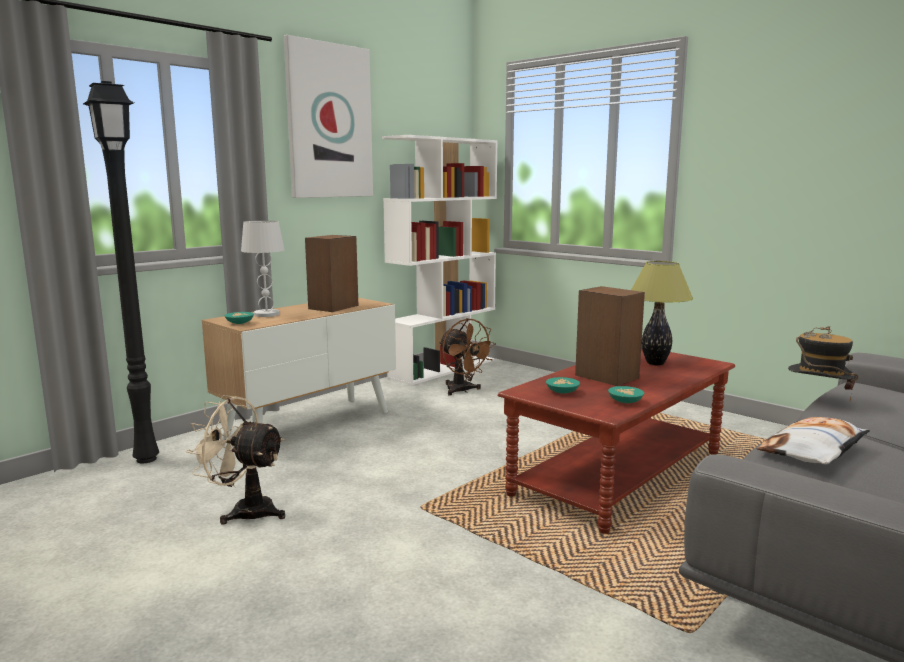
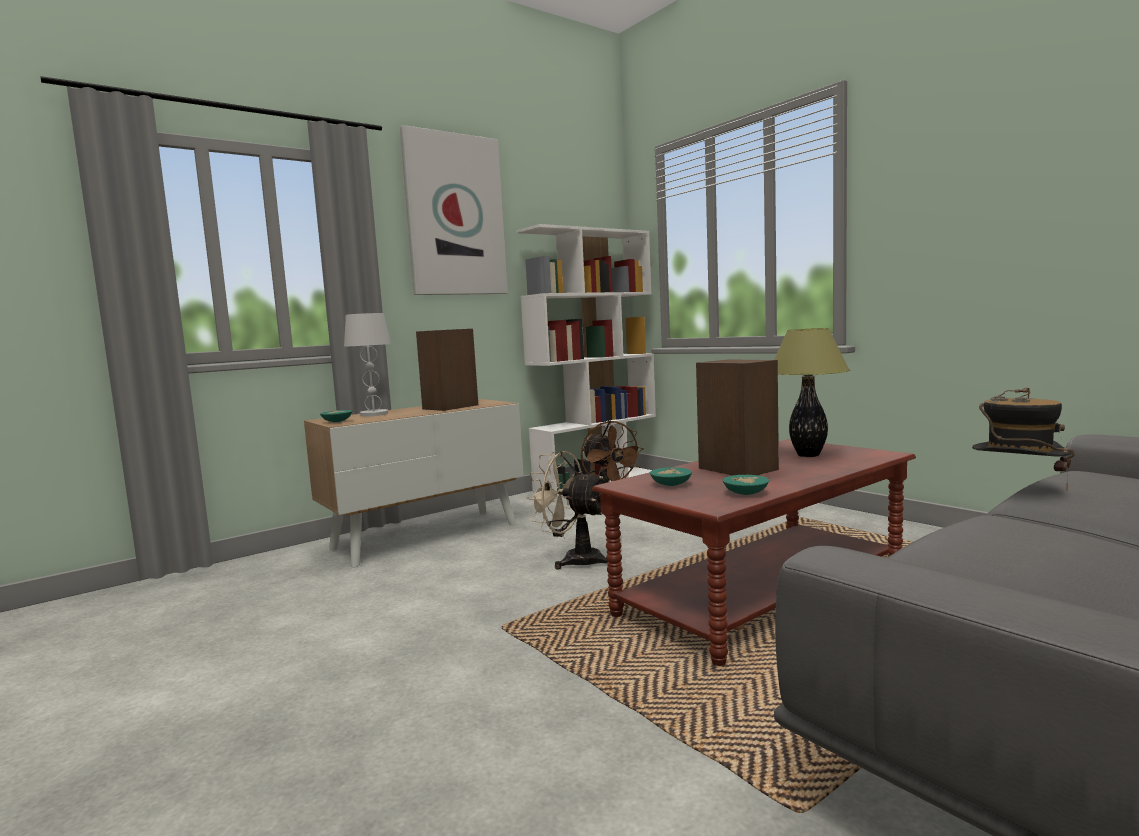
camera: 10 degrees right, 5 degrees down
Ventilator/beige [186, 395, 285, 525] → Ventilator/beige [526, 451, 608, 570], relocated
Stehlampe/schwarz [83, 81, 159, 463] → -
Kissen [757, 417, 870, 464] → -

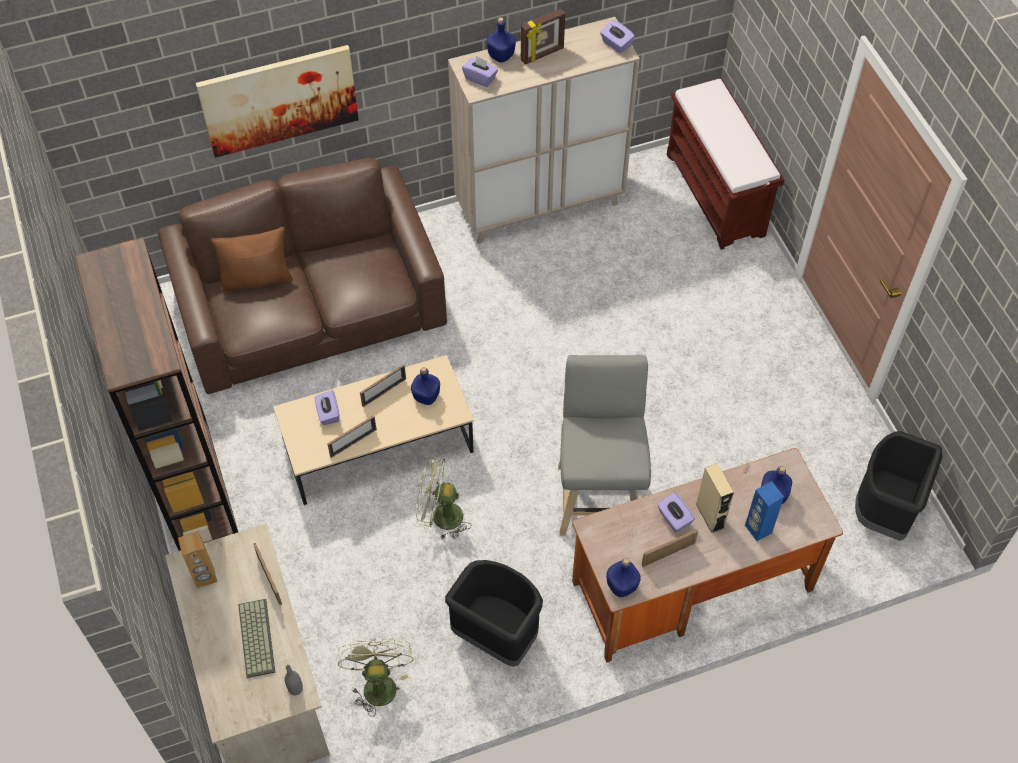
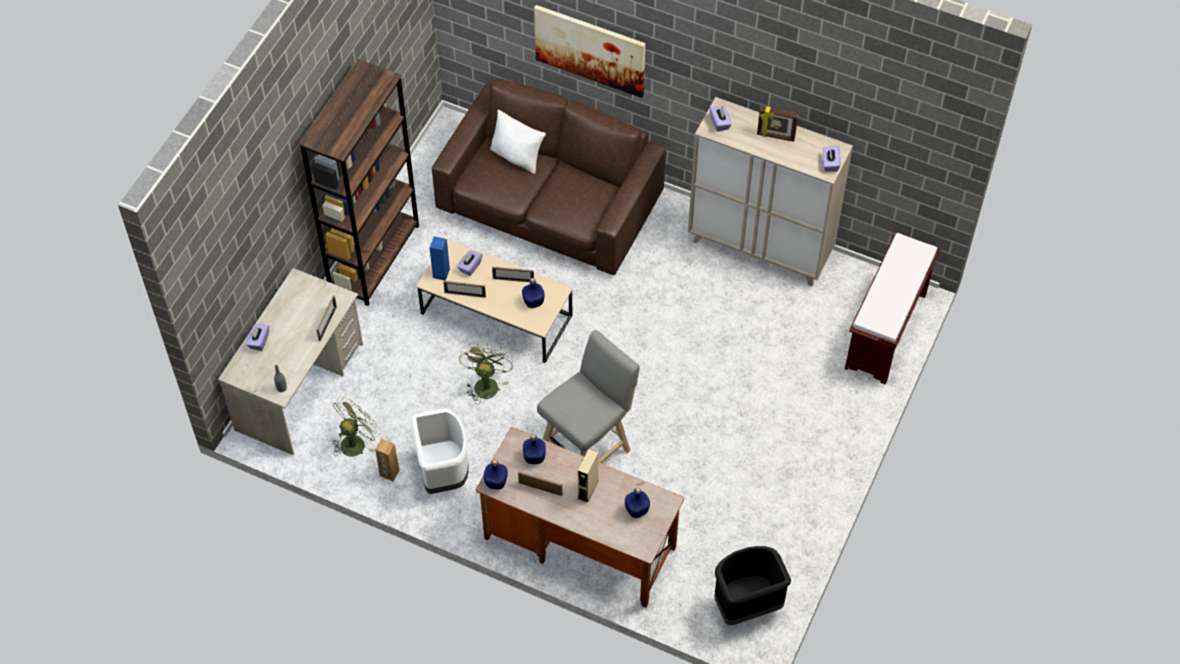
camera: 45 degrees right, 0 degrees up
Taschentuchbox/lila [657, 492, 695, 532] → Taschentuchbox/lila [246, 324, 269, 351], relocated
Lautsprecher/braun [178, 531, 217, 588] → Lautsprecher/braun [375, 439, 399, 481], relocated
Mülleimer/schwarz [445, 560, 543, 667] → Mülleimer/weiß [411, 408, 468, 494]
Lautsprecher/blau [745, 481, 784, 541] → Lautsprecher/blau [430, 236, 450, 281], relocated
Ventilator/grün [416, 457, 471, 539] → Ventilator/grün [459, 343, 513, 404], 45 degrees clockwise
Kissen/braun [211, 227, 293, 292] → Kissen/weiß [490, 110, 546, 174]
Flasche/blau [487, 17, 516, 62] → Flasche/blau [523, 434, 546, 464], relocated
Tastatur [238, 599, 275, 678] → -

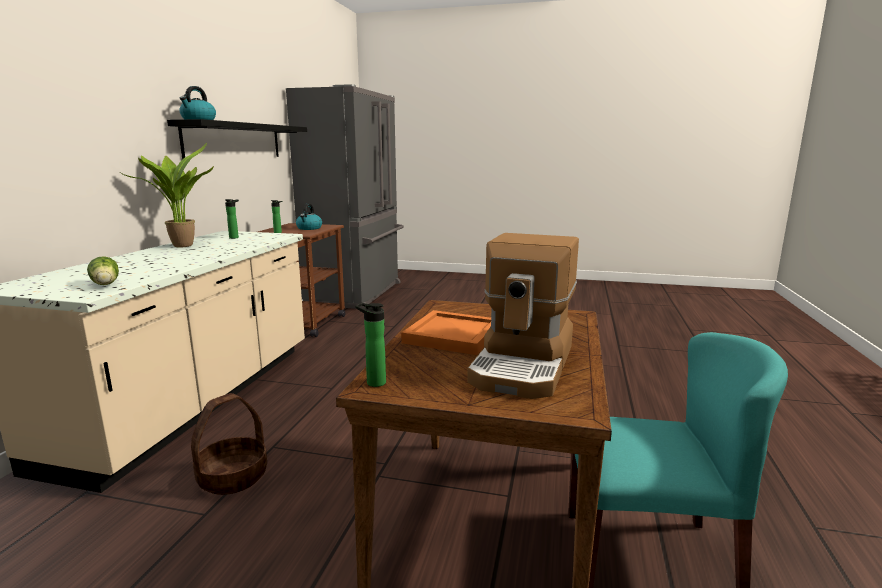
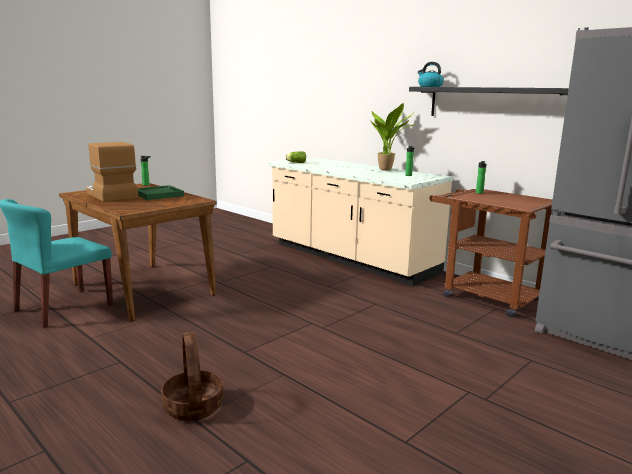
camera: 120 degrees right, 0 degrees up
Tablett/orange [401, 310, 491, 355] → Tablett/grün [138, 185, 184, 200]
Korb [191, 393, 267, 495] → Korb [161, 332, 224, 421], relocated
Wasserkessel [296, 204, 322, 230] → -

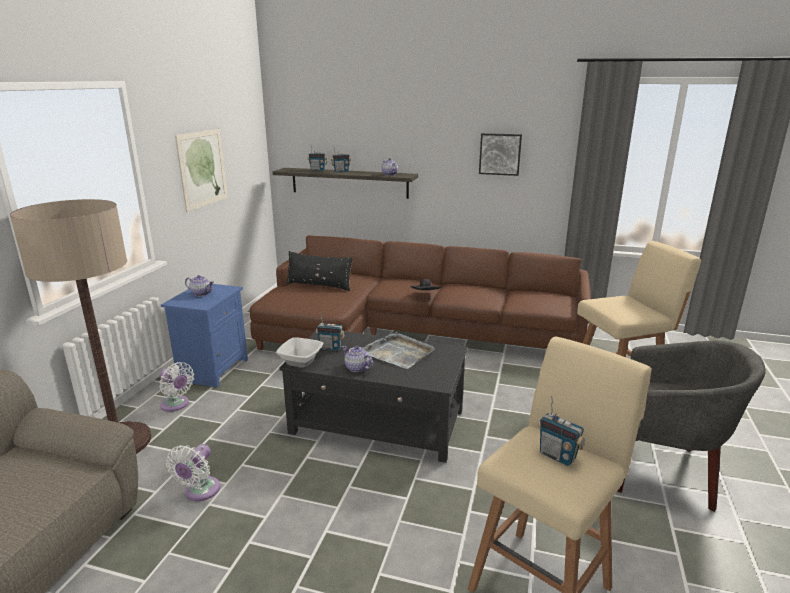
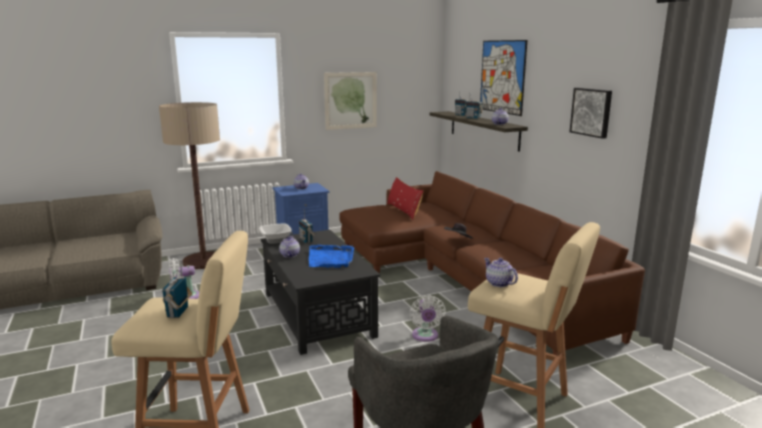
camera: 50 degrees right, 5 degrees down
Tablett/grau [364, 332, 435, 369] → Tablett/blau [309, 245, 354, 268]
Kissen/schwarz [286, 251, 353, 291] → Kissen/rot [387, 177, 424, 220]
Ventilator/weiß [160, 362, 194, 412] → Ventilator/weiß [410, 296, 446, 342], relocated
- → Bild [480, 40, 527, 116]
- → Teekanne [484, 258, 518, 287]

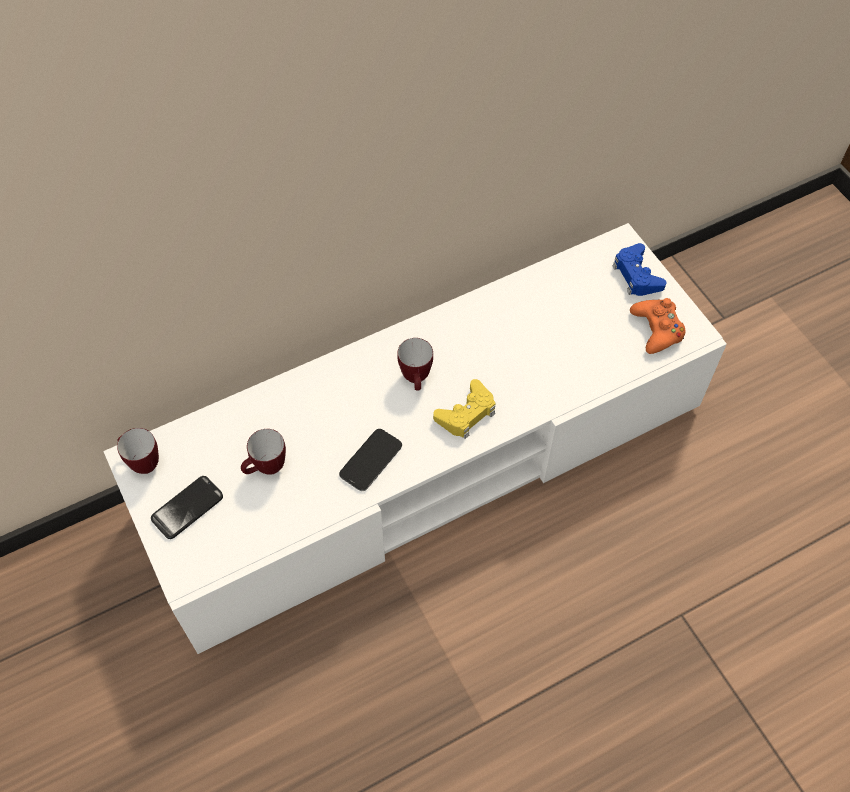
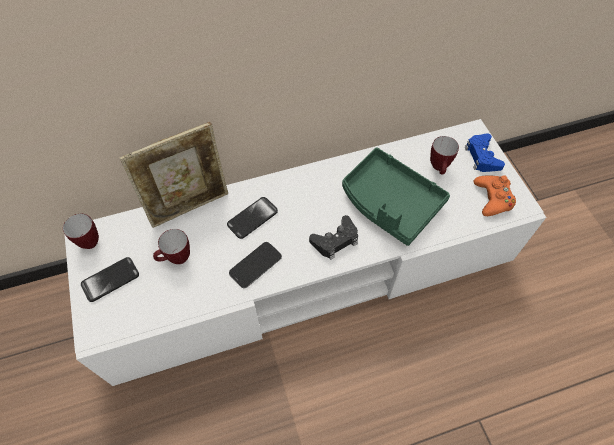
camera: 10 degrees right, 0 degrees up
- → Bilderrahmen [119, 122, 228, 228]
- → Handy [227, 197, 278, 239]
Gamepad/gelb [433, 379, 495, 439] → Gamepad/schwarz [309, 215, 358, 260]
- → Tablett/grün [342, 147, 450, 246]
Henkelbecher [397, 338, 433, 391] → Henkelbecher [430, 136, 459, 174], relocated

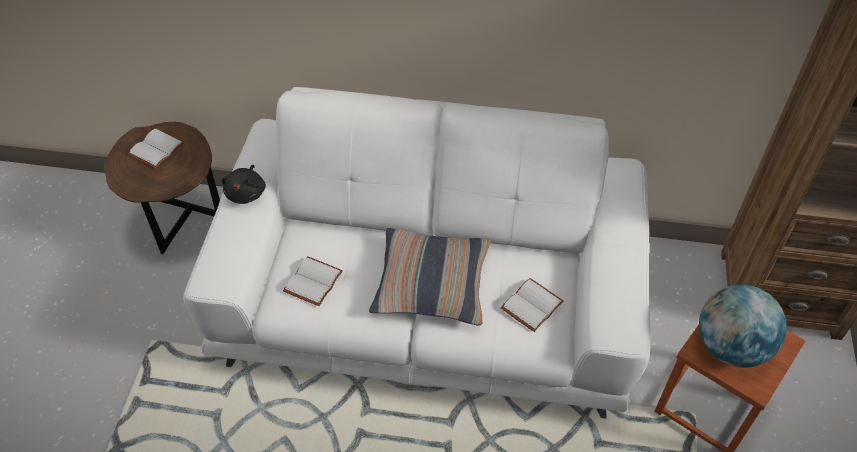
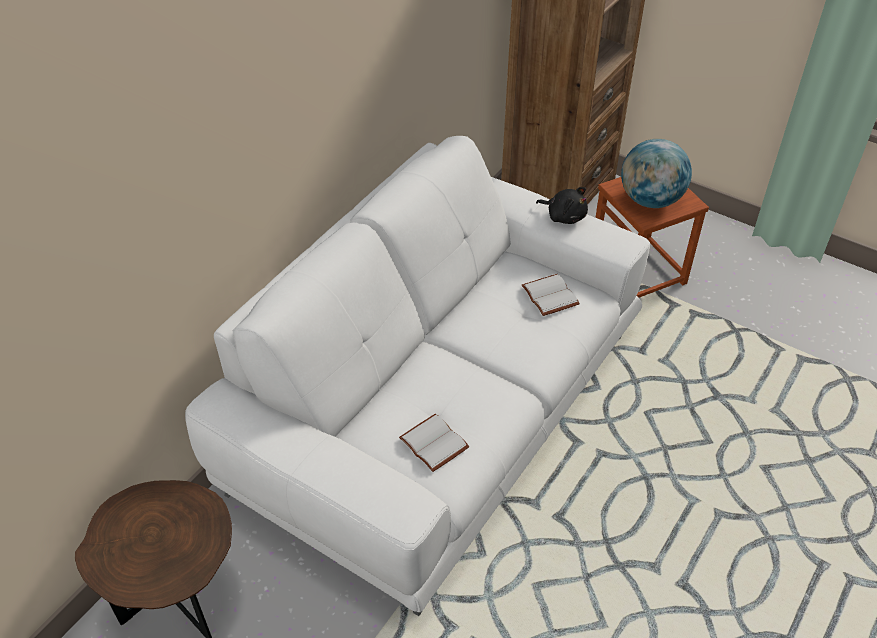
camera: 65 degrees left, 5 degrees down
Plüschtier/schwarz [222, 165, 266, 204] → Plüschtier/schwarz [536, 187, 588, 224], relocated
Buch/weiß [128, 128, 184, 169] → -
Kissen [369, 228, 491, 326] → -

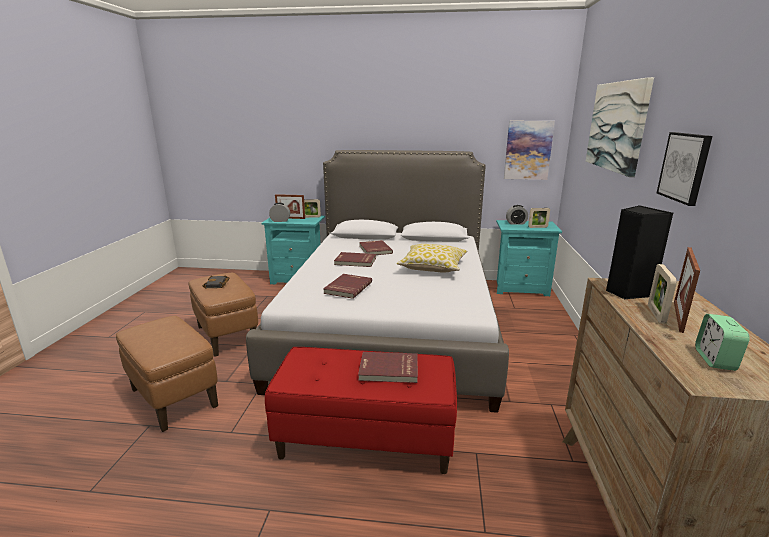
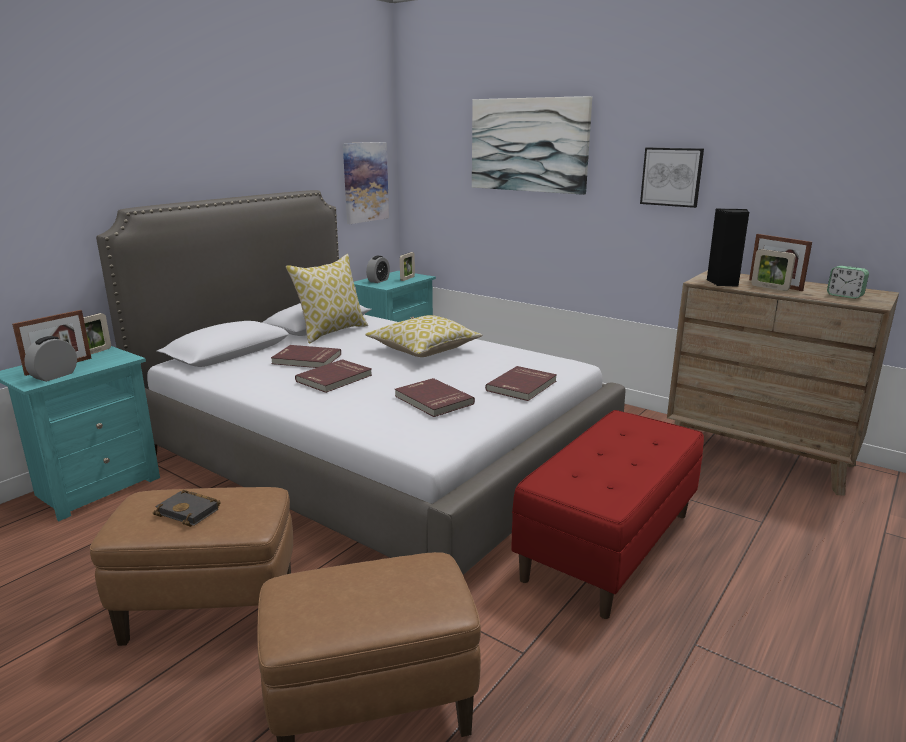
camera: 60 degrees left, 0 degrees up
- → Kissen [286, 254, 368, 344]
Buch/rot [358, 352, 418, 383] → Buch/rot [485, 366, 557, 401], relocated

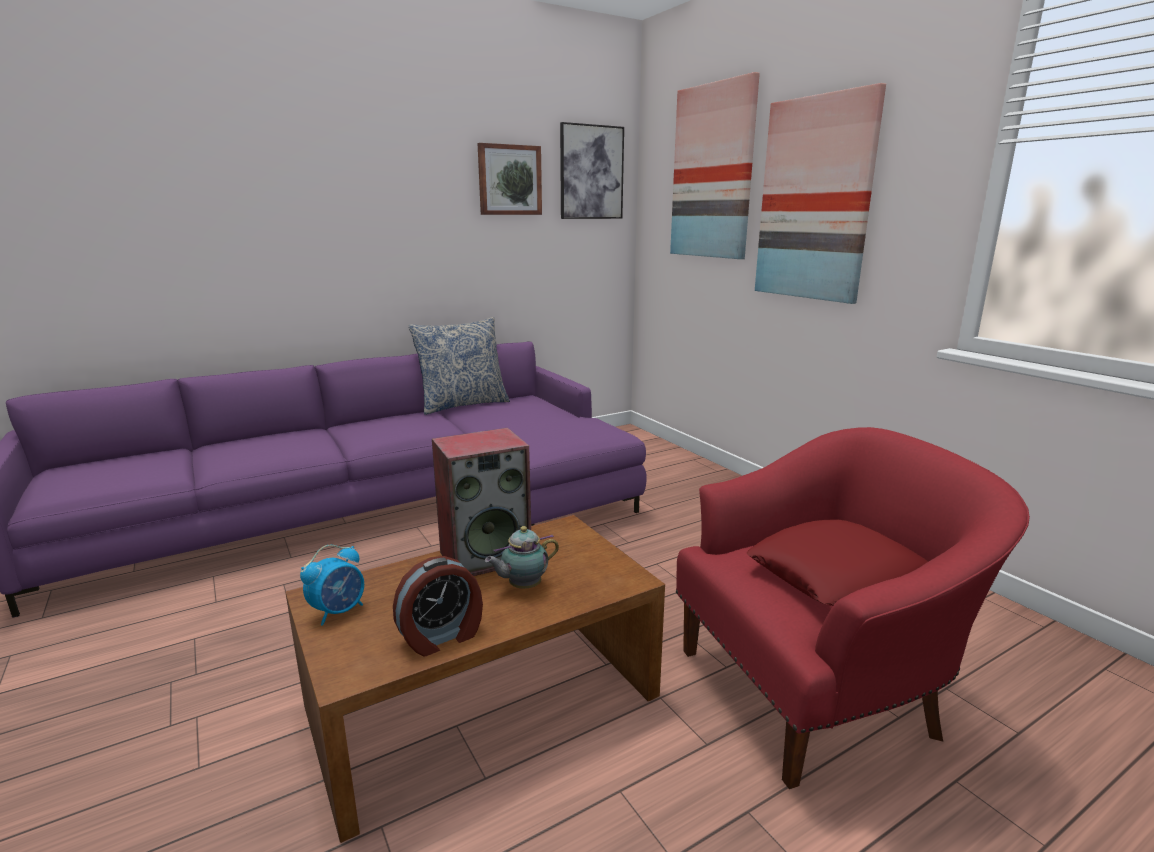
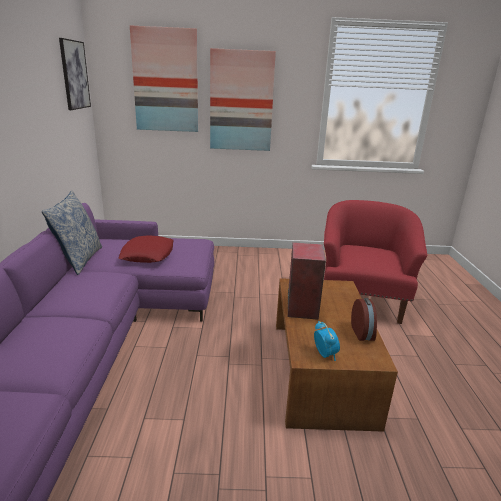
camera: 60 degrees left, 5 degrees up
Kissen/rot [747, 519, 928, 606] → Kissen/rot [119, 236, 174, 263], relocated
Bild [478, 143, 542, 215] → -
Teekanne [485, 526, 559, 588] → -

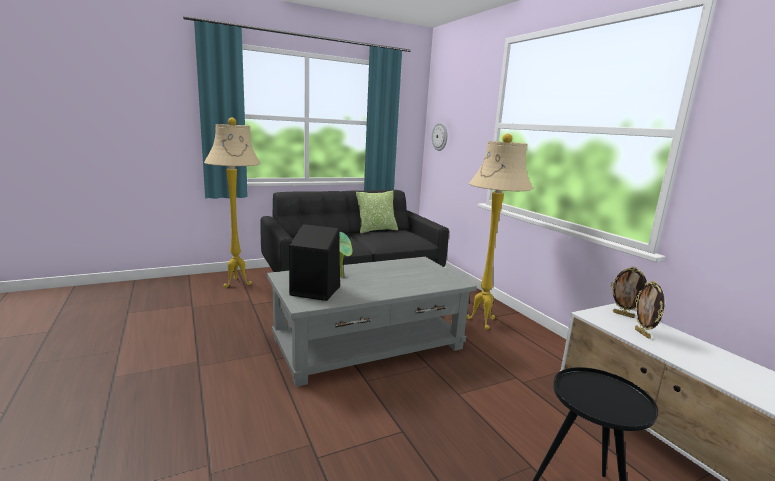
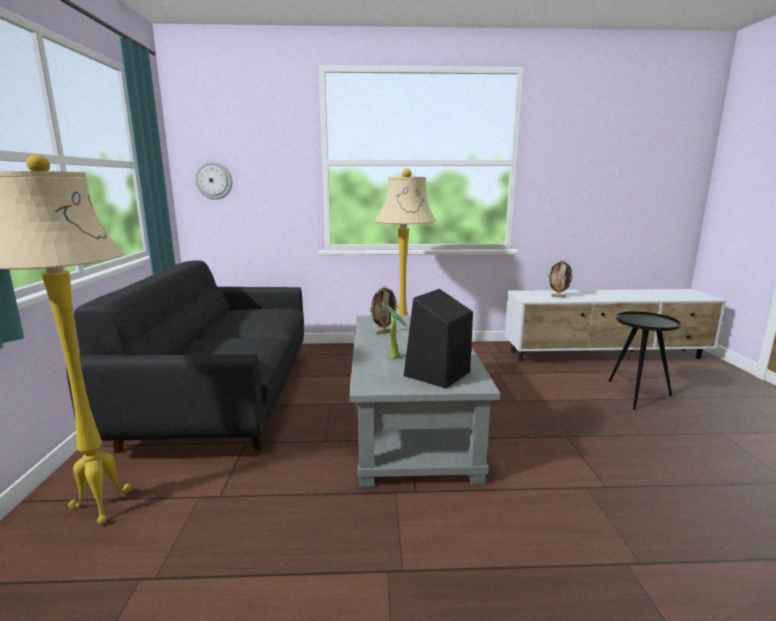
camera: 65 degrees left, 0 degrees up
Bilderrahmen [610, 266, 647, 318] → Bilderrahmen [370, 286, 399, 335], relocated
Kissen [356, 191, 398, 233] → -

